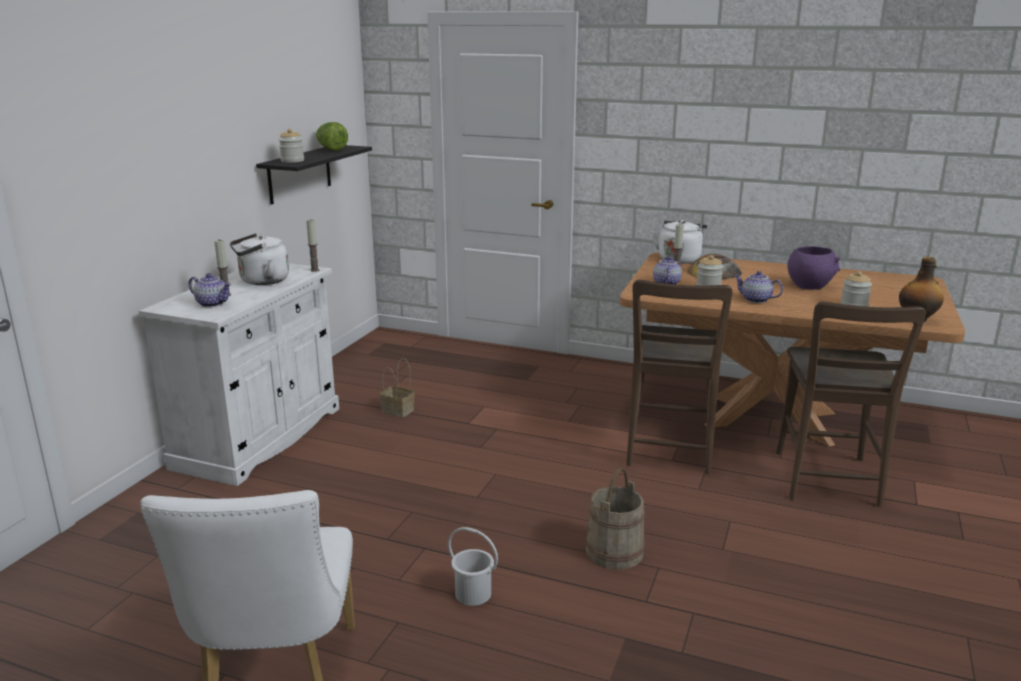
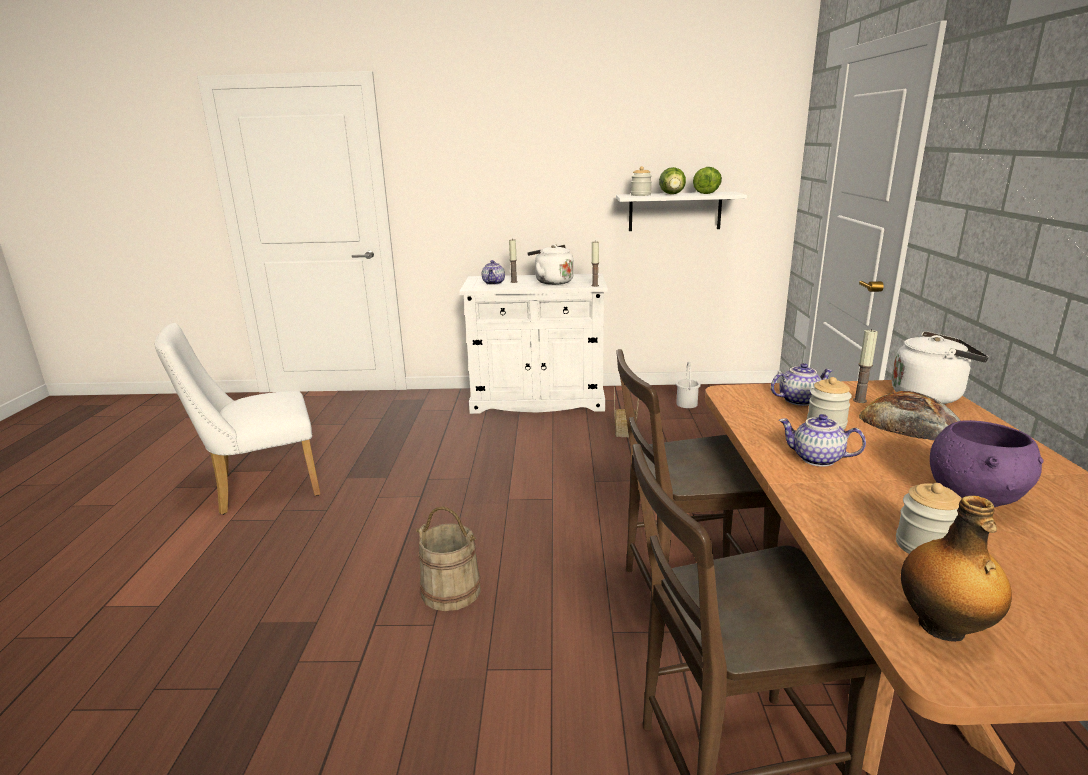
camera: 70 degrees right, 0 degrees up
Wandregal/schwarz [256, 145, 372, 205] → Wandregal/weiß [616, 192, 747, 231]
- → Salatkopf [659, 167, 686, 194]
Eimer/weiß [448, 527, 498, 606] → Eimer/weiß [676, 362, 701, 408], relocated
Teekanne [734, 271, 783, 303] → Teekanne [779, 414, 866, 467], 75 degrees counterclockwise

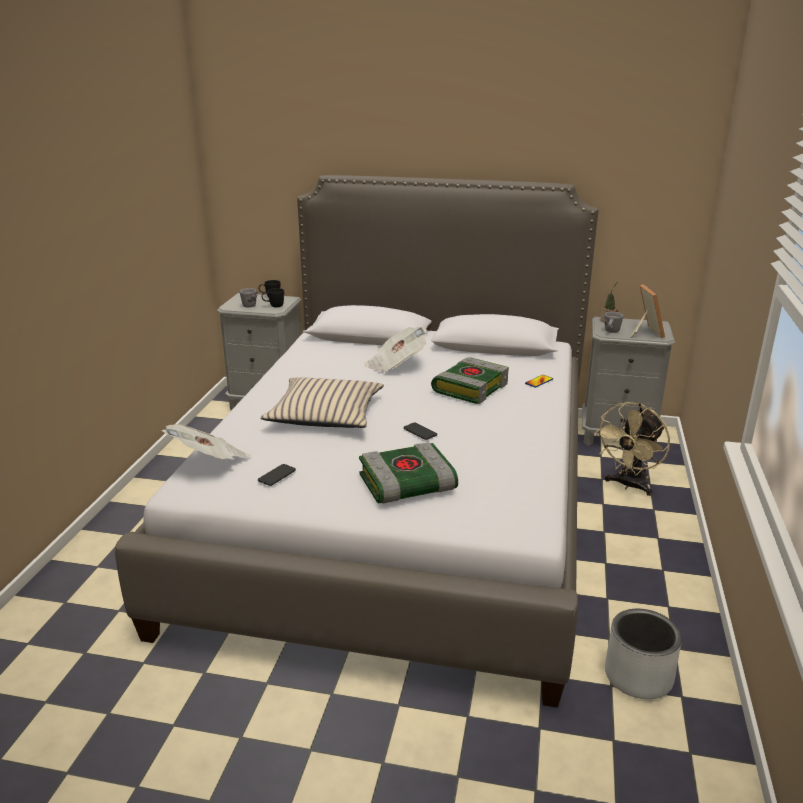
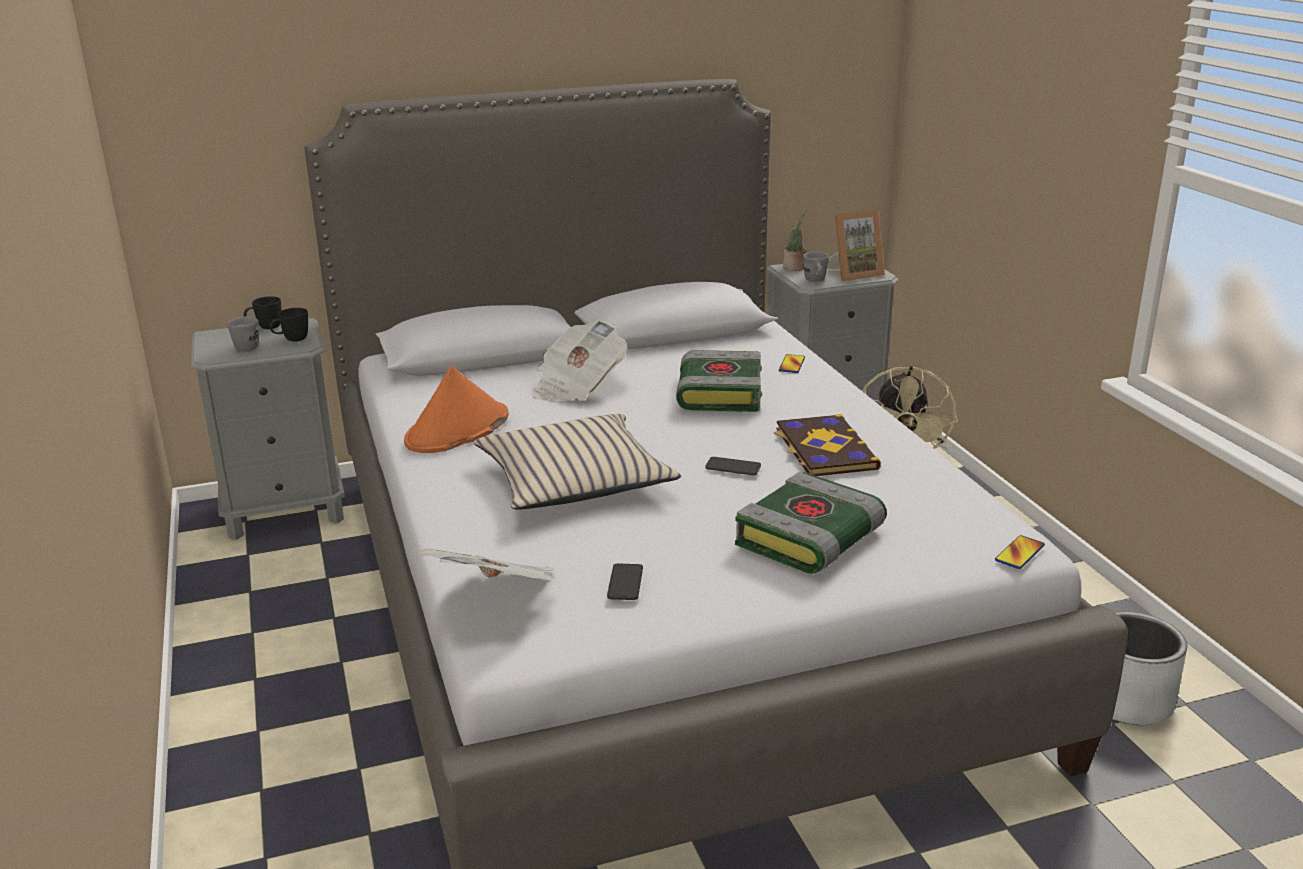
camera: 30 degrees left, 0 degrees up
- → Hut/orange [404, 366, 508, 453]
- → Buch [774, 414, 881, 476]
Bilderrahmen [631, 284, 665, 338] → Bilderrahmen [827, 209, 885, 281], 105 degrees clockwise
- → Handy [995, 535, 1045, 569]

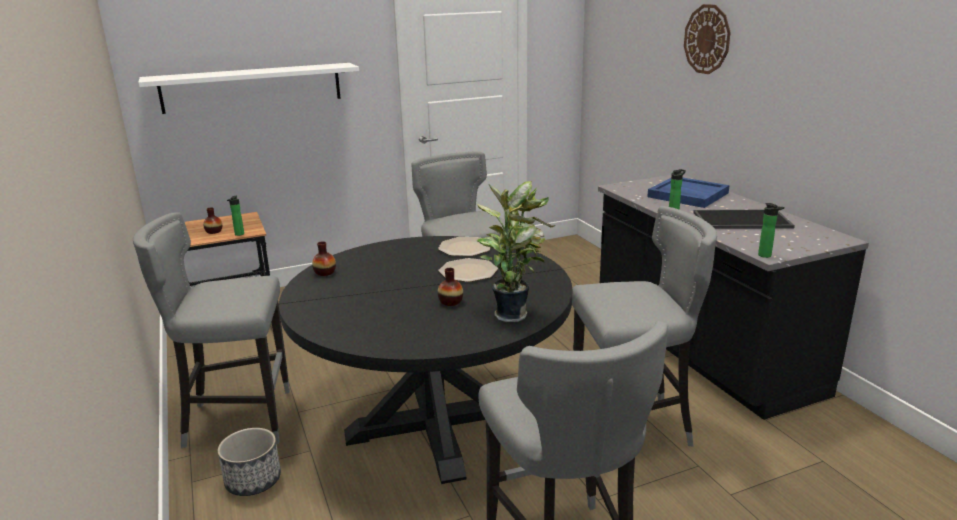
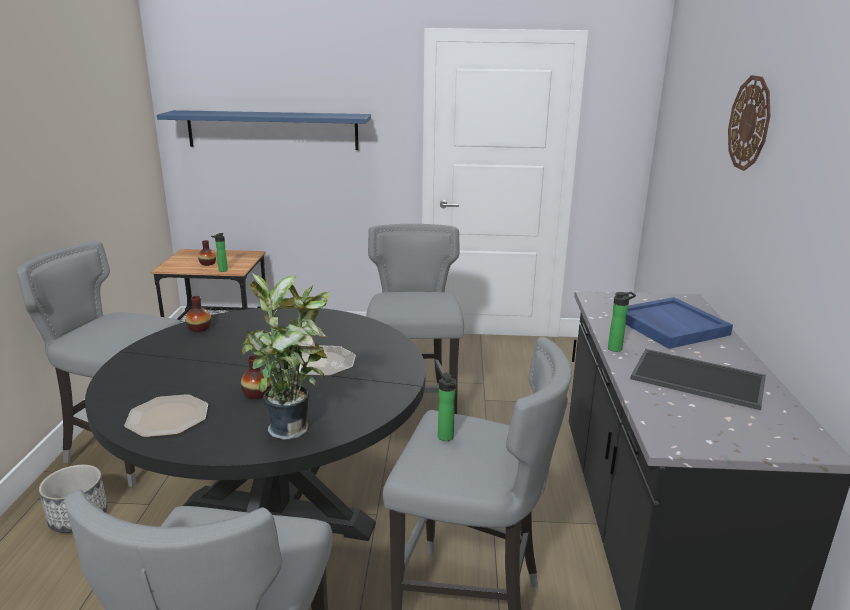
camera: 25 degrees right, 0 degrees up
Teller [438, 237, 491, 256] → Teller [124, 394, 208, 437], relocated
Wandregal/weiß [138, 63, 359, 114] → Wandregal/blau [157, 110, 371, 150]
Flasche [758, 203, 784, 258] → Flasche [438, 372, 457, 441], relocated

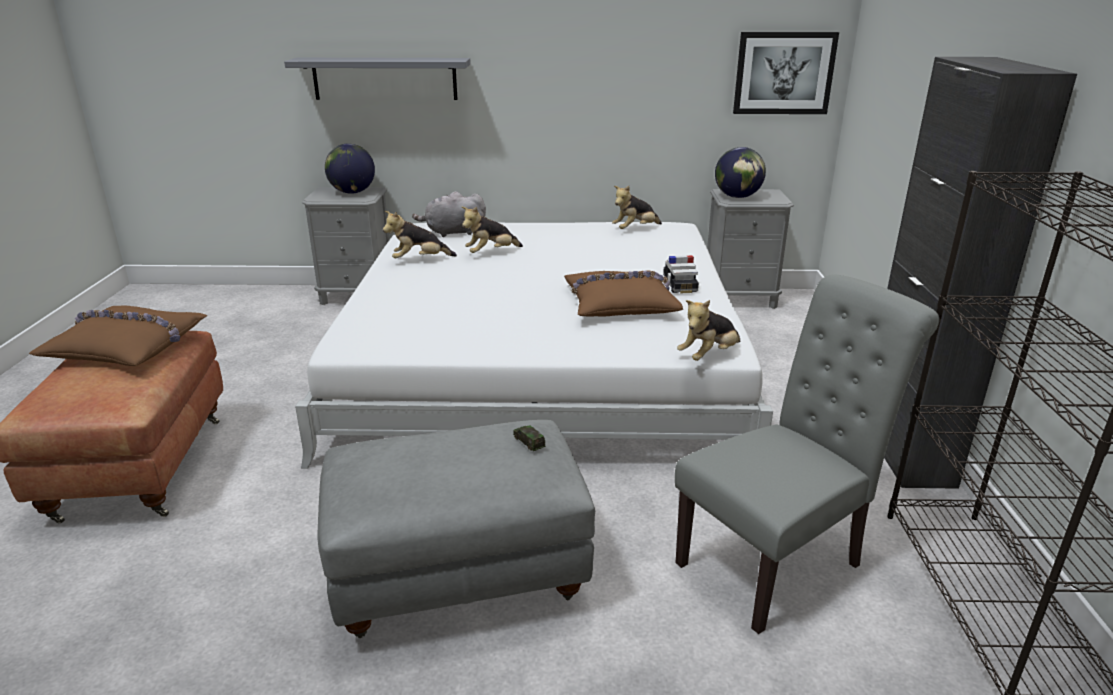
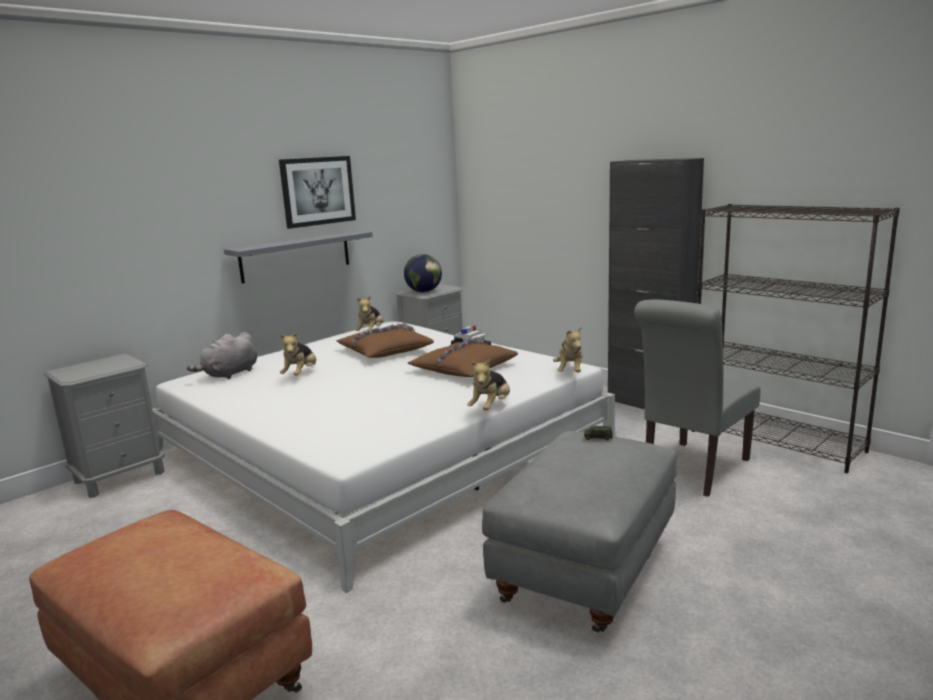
camera: 45 degrees left, 10 degrees down
Wandregal/grau [284, 58, 471, 100] → Wandregal/grau [224, 231, 373, 284], relocated
Bild [733, 32, 839, 114] → Bild [279, 156, 356, 229], relocated
Kissen/braun [29, 306, 208, 366] → Kissen/braun [337, 323, 434, 358], relocated
Plüschtier [383, 211, 457, 258] → Plüschtier [467, 359, 510, 410], relocated
Stuhl/grau [675, 274, 939, 634] → Stuhl/grau [634, 300, 761, 497], 150 degrees counterclockwise
Globus [325, 143, 375, 194] → -

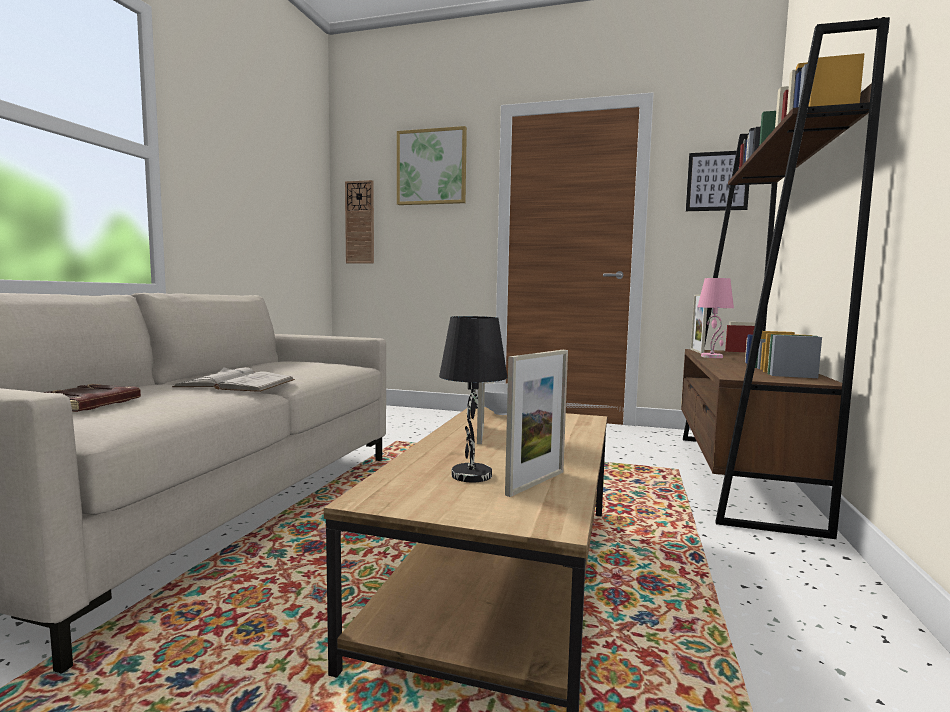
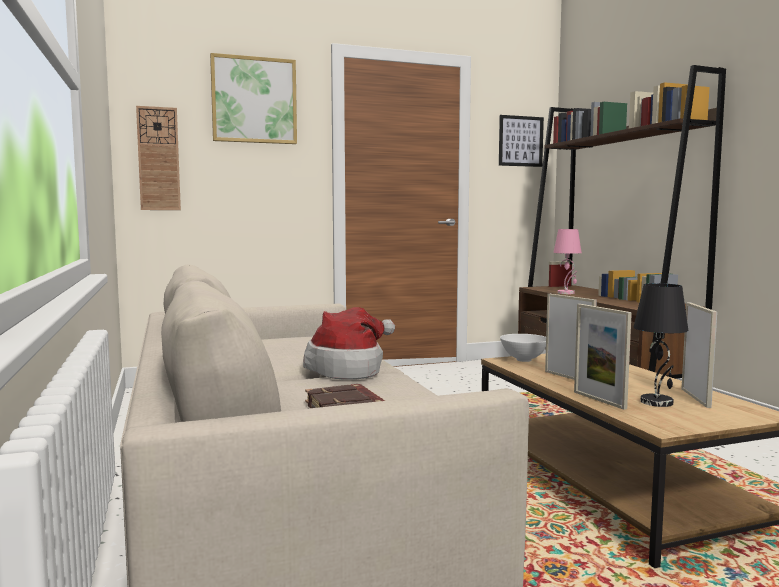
camera: 35 degrees left, 0 degrees up
Buch/weiß [172, 367, 295, 392] → Hut [303, 307, 395, 380]
Bilderrahmen [691, 294, 707, 354] → Bilderrahmen [574, 304, 632, 410], relocated

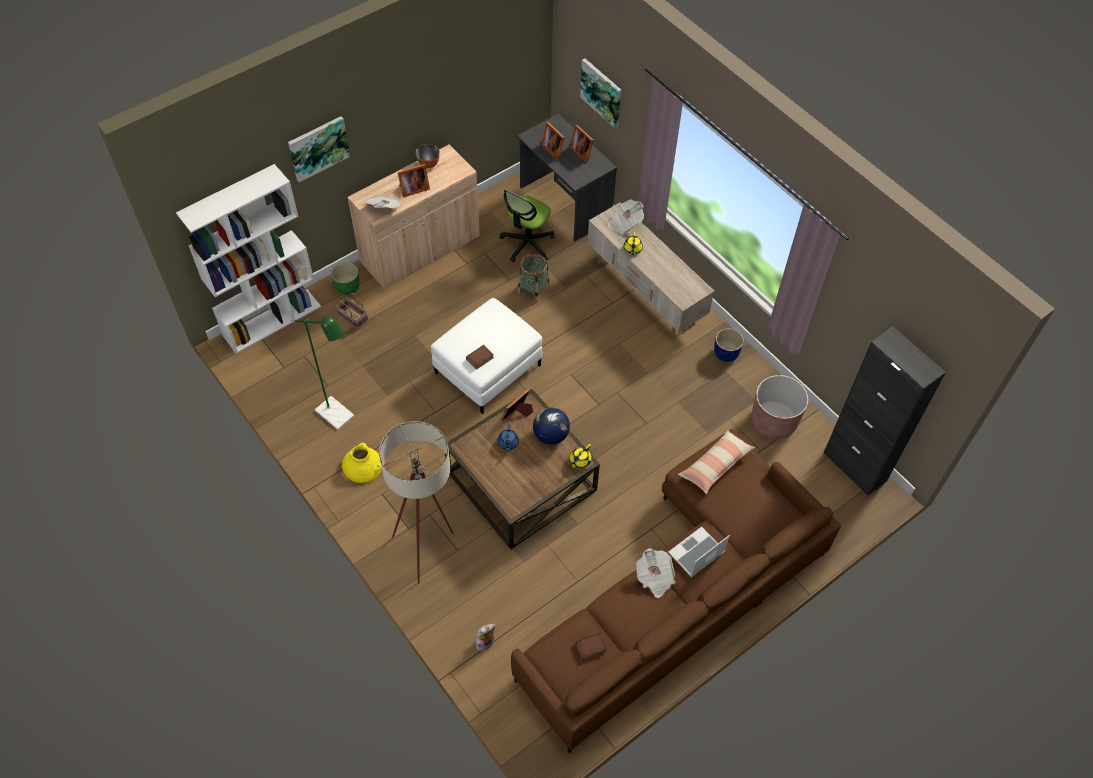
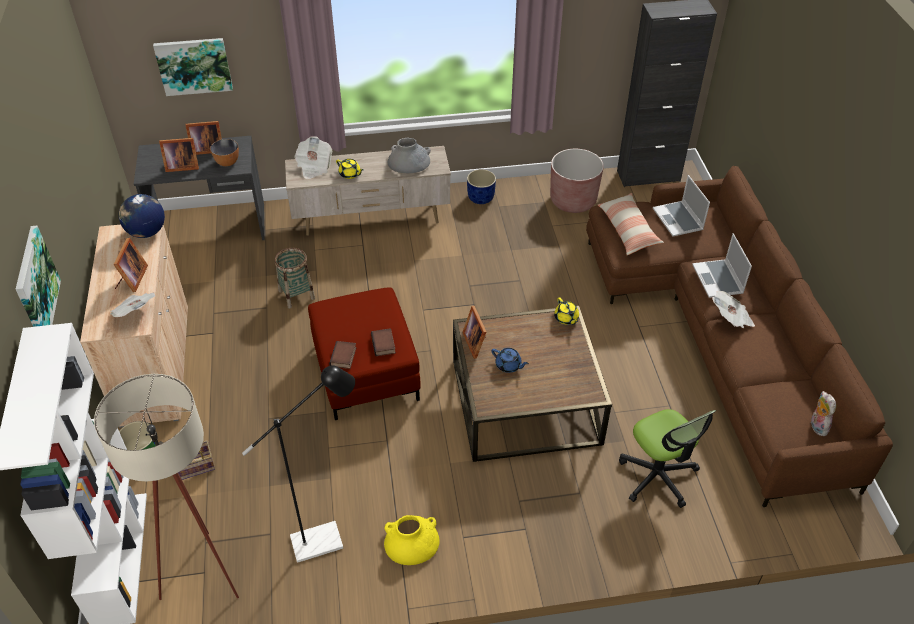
camera: 60 degrees left, 10 degrees down
Stehlampe/beige [379, 421, 454, 584] → Stehlampe/beige [94, 374, 239, 600], relocated
Globus [533, 407, 570, 445] → Globus [119, 194, 165, 238], relocated
Schüssel [416, 144, 440, 168] → Schüssel [210, 139, 239, 166], relocated
Stehlampe/grün [290, 316, 354, 430] → Stehlampe/schwarz [242, 365, 355, 563]
Polsterhocker/weiß [431, 298, 542, 414] → Polsterhocker/rot [308, 287, 421, 420]
Buch [576, 633, 607, 660] → Buch [329, 341, 356, 369], relocated
- → Vase/grau [388, 138, 431, 173]
Bürostuhl [499, 189, 555, 262] → Bürostuhl [619, 409, 716, 508], relocated
- → Laptop [653, 175, 710, 237]
Plüschtier [476, 624, 495, 651] → Plüschtier [810, 391, 836, 436], relocated

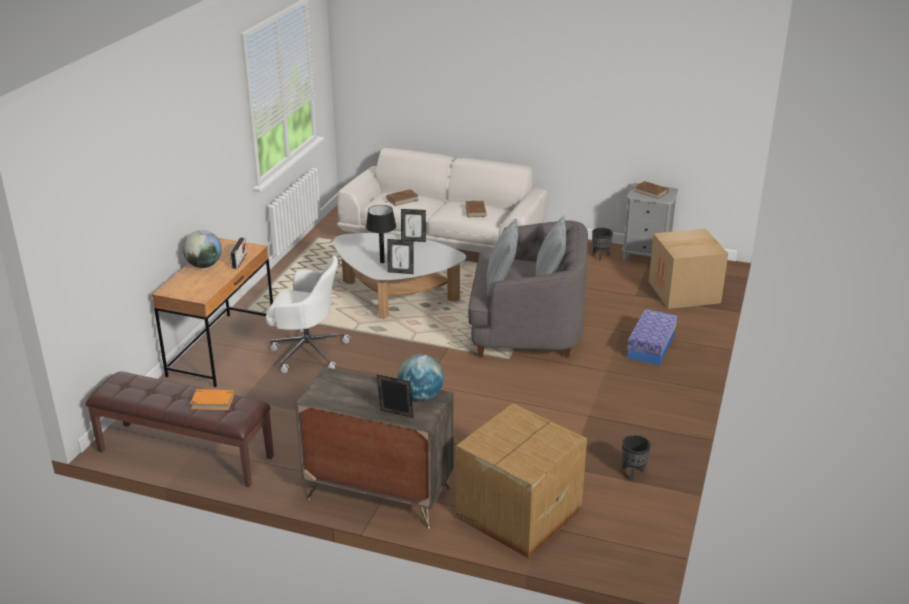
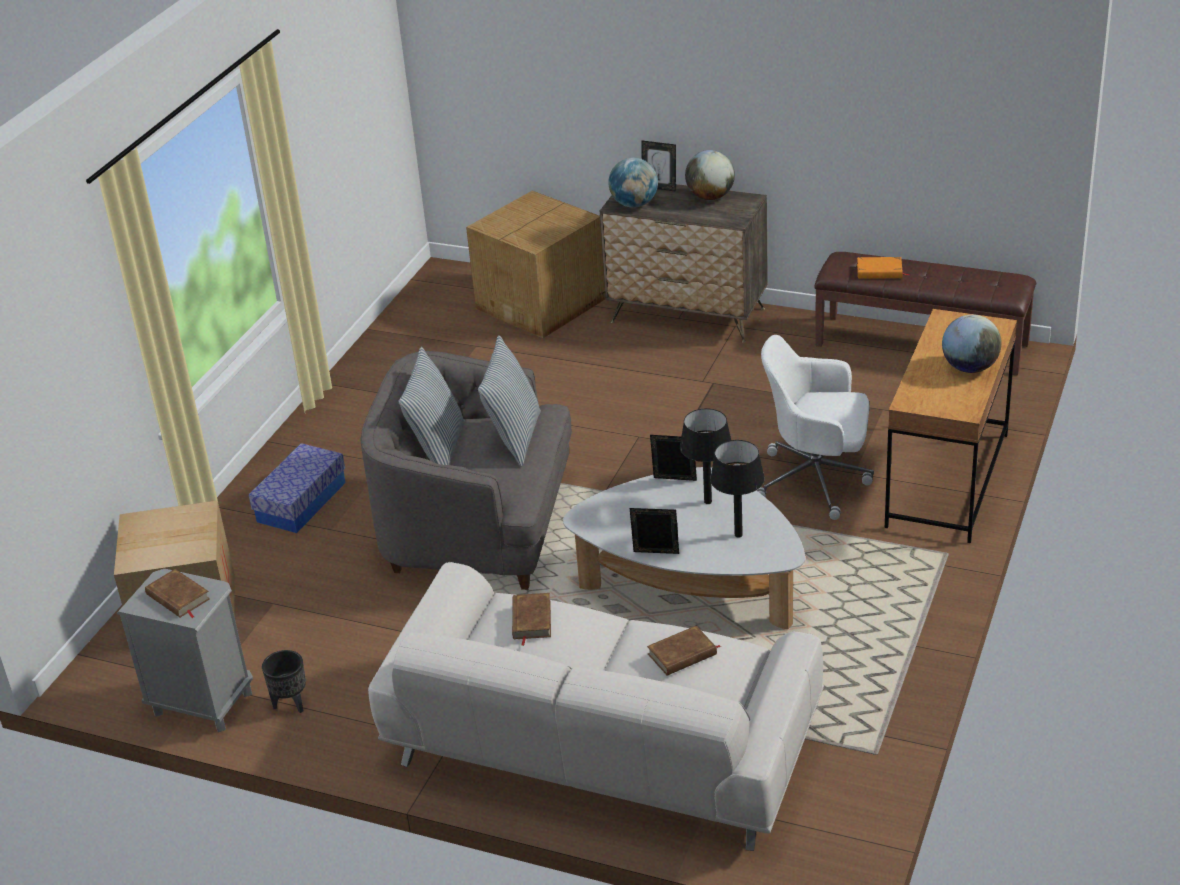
camera: 175 degrees left, 5 degrees up
- → Globus [685, 150, 735, 200]
- → Tischlampe/schwarz [710, 440, 765, 538]
Radio [230, 237, 247, 269] → -
Pflanzkübel/schwarz [622, 435, 651, 481] → -

